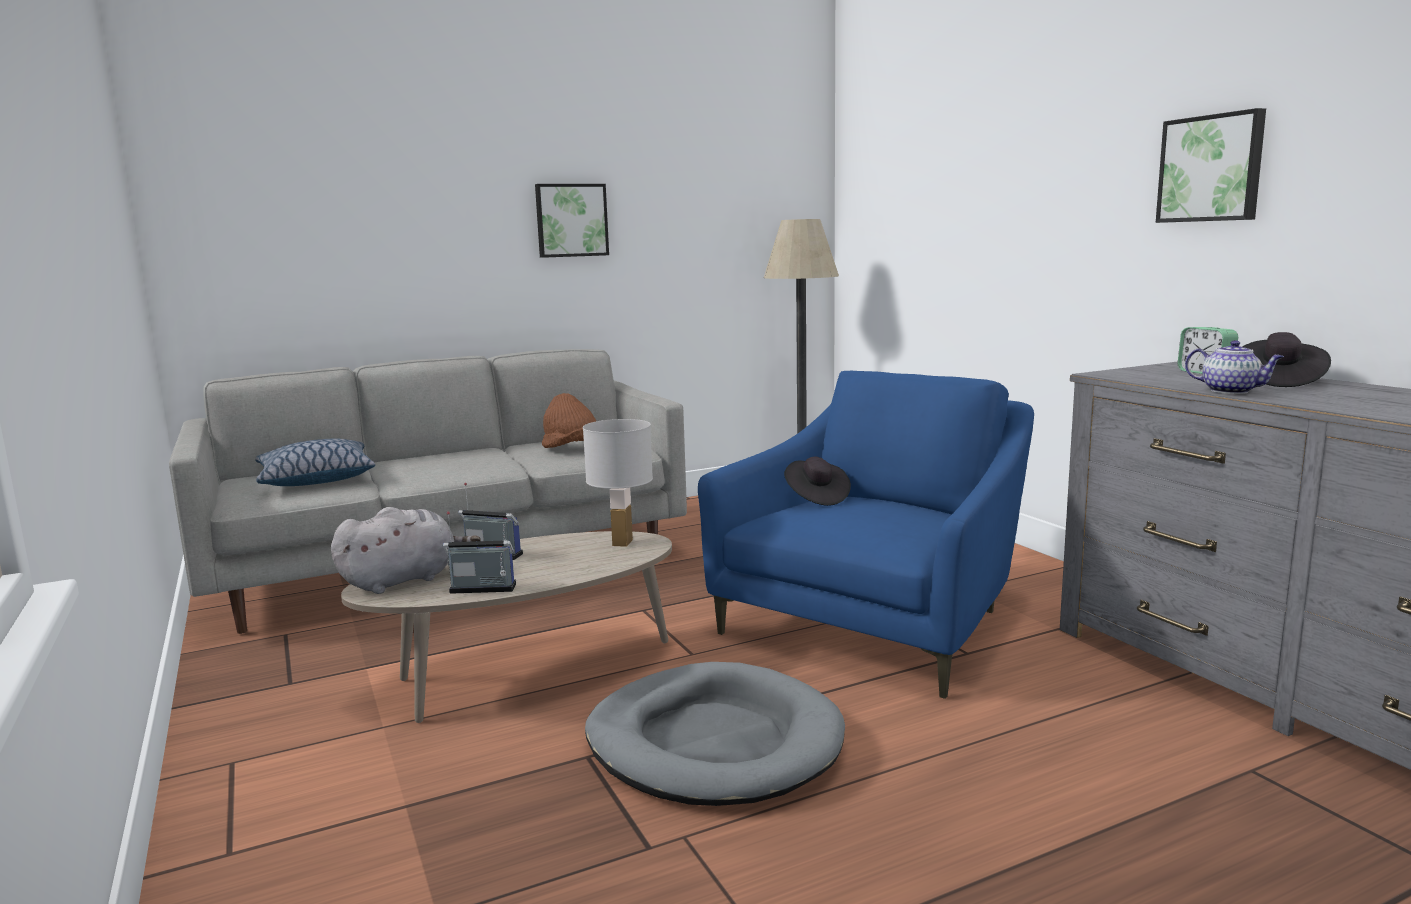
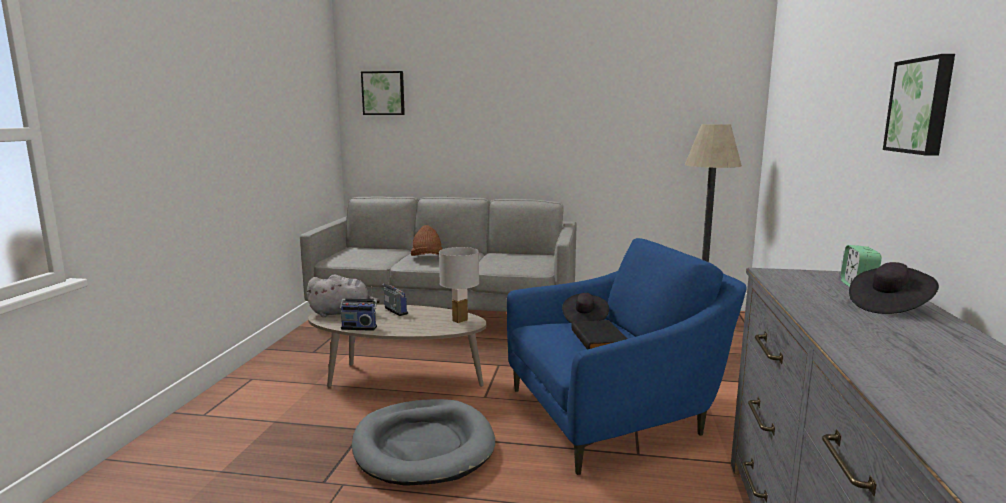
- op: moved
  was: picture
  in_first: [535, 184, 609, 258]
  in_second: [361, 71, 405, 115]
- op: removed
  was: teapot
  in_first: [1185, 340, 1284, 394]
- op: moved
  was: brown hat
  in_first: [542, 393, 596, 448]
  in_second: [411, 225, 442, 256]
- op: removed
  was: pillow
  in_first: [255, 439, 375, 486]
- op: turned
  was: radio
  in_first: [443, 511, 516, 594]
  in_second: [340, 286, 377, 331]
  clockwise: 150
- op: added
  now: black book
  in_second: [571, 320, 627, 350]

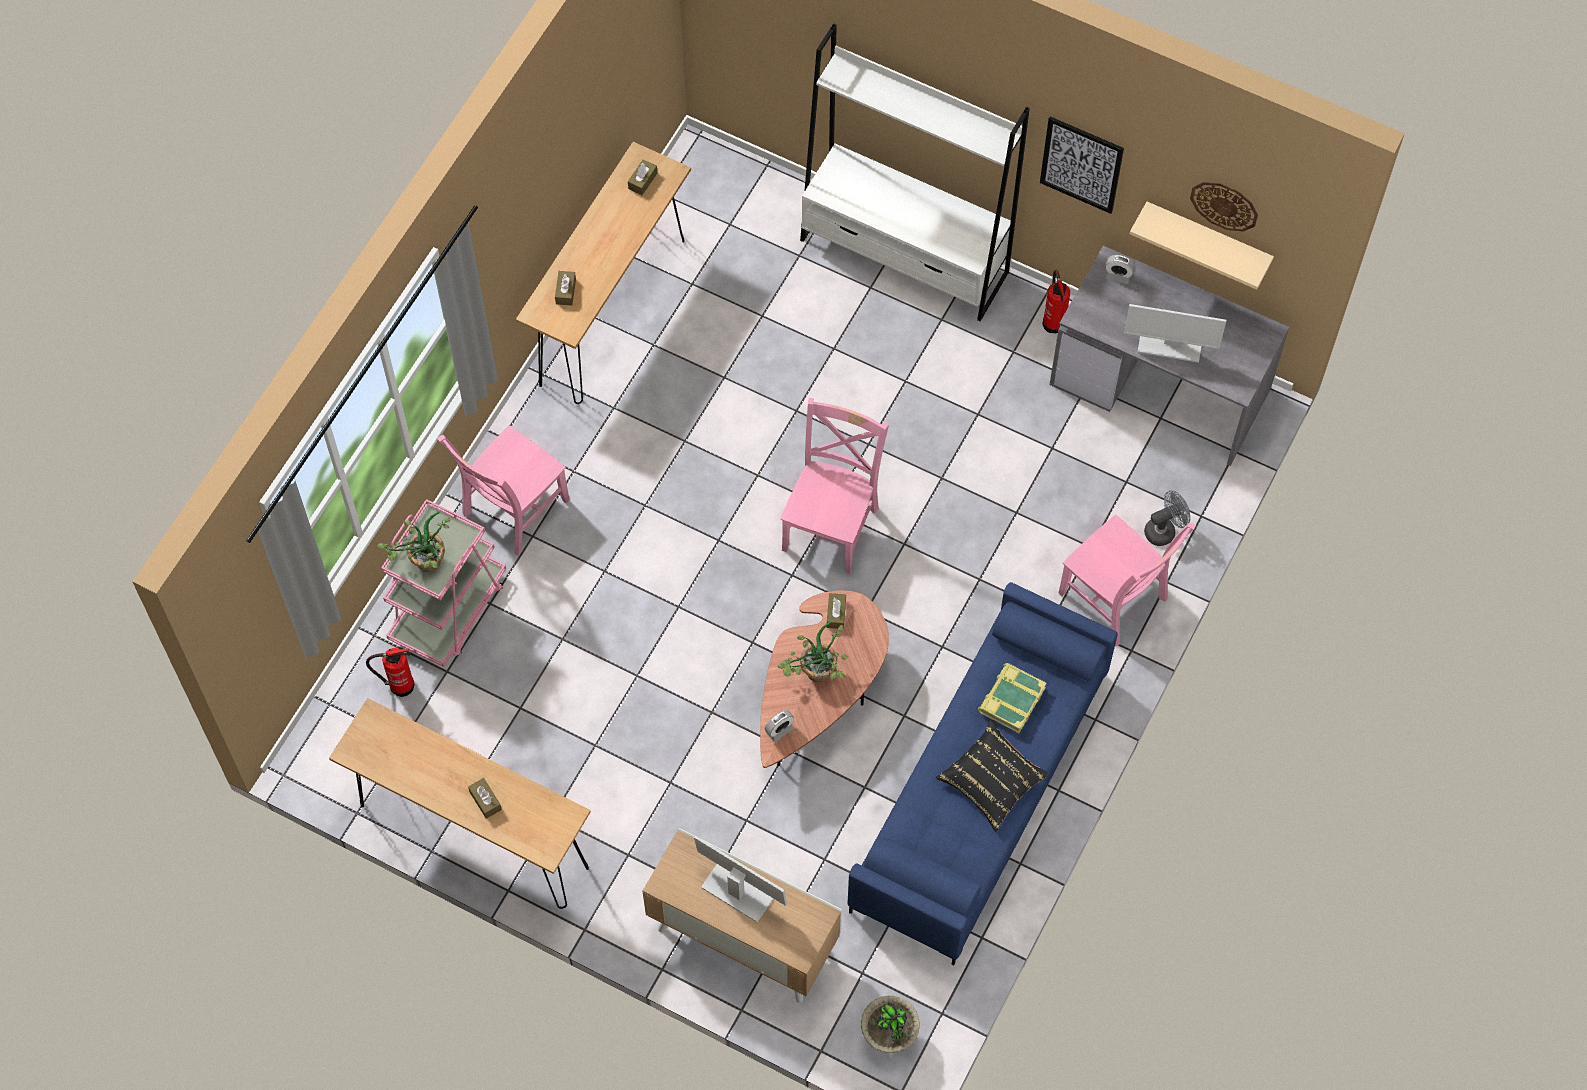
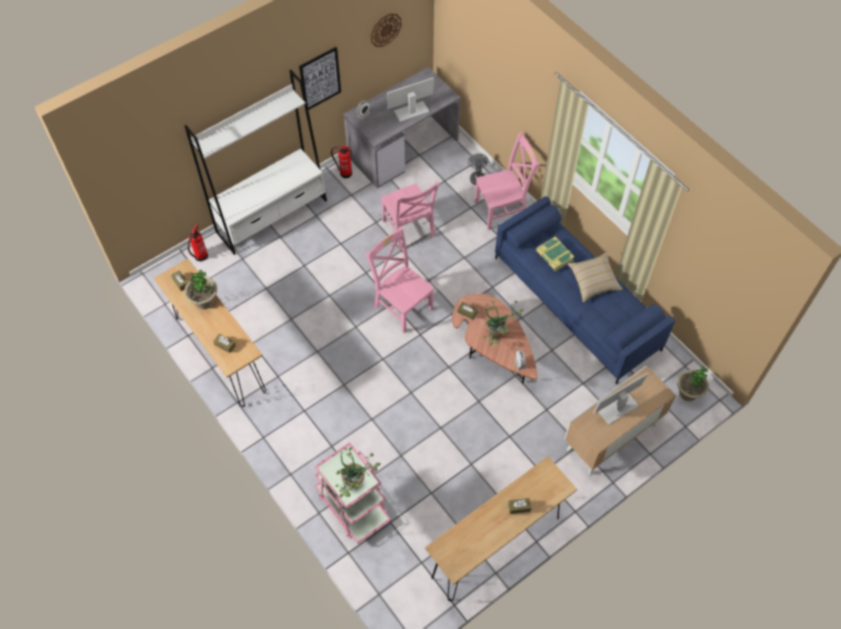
- op: removed
  was: beige shelf
  in_first: [1130, 202, 1274, 290]
- op: turned
  was: monitor
  in_first: [1124, 304, 1226, 363]
  in_second: [387, 77, 434, 122]
  clockwise: -150
- op: moved
  was: pink chair
  in_first: [437, 425, 569, 556]
  in_second: [380, 182, 440, 251]
- op: moved
  was: fire extinguisher
  in_first: [366, 648, 415, 697]
  in_second: [188, 223, 208, 261]
- op: recoloured
  was: black pillow
  now: beige pillow
  in_first: [936, 719, 1049, 832]
  in_second: [568, 252, 623, 303]
- op: added
  now: potted plant
  in_second: [184, 270, 217, 309]

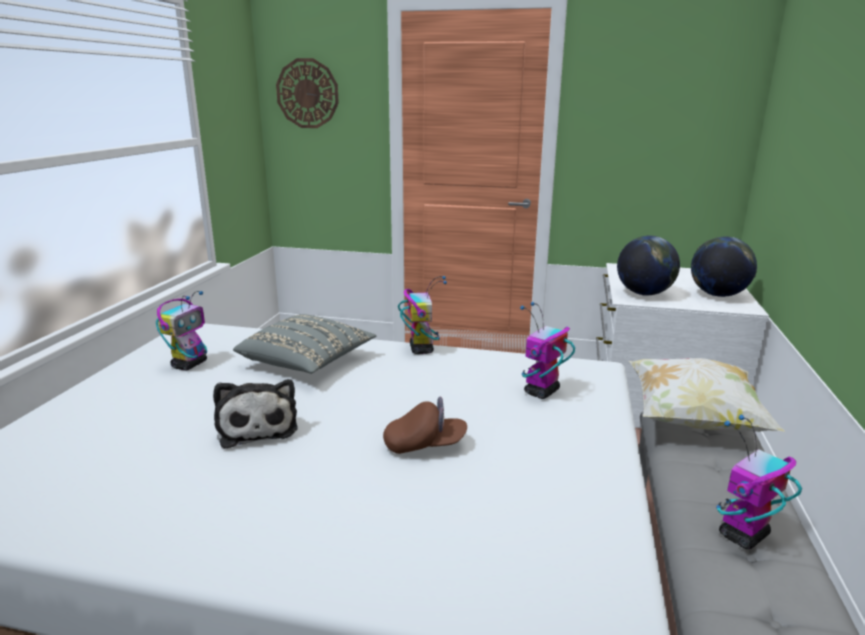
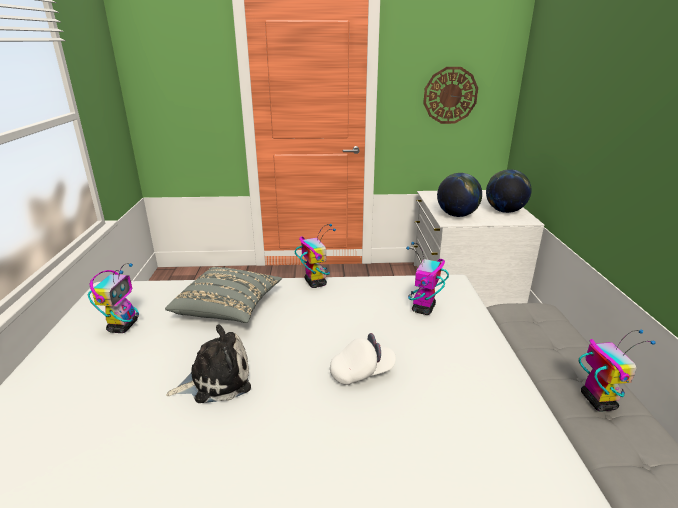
- op: moved
  was: wall clock
  in_first: [276, 58, 339, 128]
  in_second: [423, 67, 478, 124]
- op: removed
  was: pillow
  in_first: [628, 358, 785, 432]
- op: turned
  was: plush toy
  in_first: [213, 379, 298, 449]
  in_second: [166, 324, 251, 403]
  clockwise: -75
- op: recoloured
  was: brown cap
  now: white cap
  in_first: [383, 397, 467, 454]
  in_second: [330, 333, 396, 385]
- op: turned
  was: toy robot
  in_first: [717, 414, 802, 549]
  in_second: [579, 329, 656, 412]
  clockwise: 135

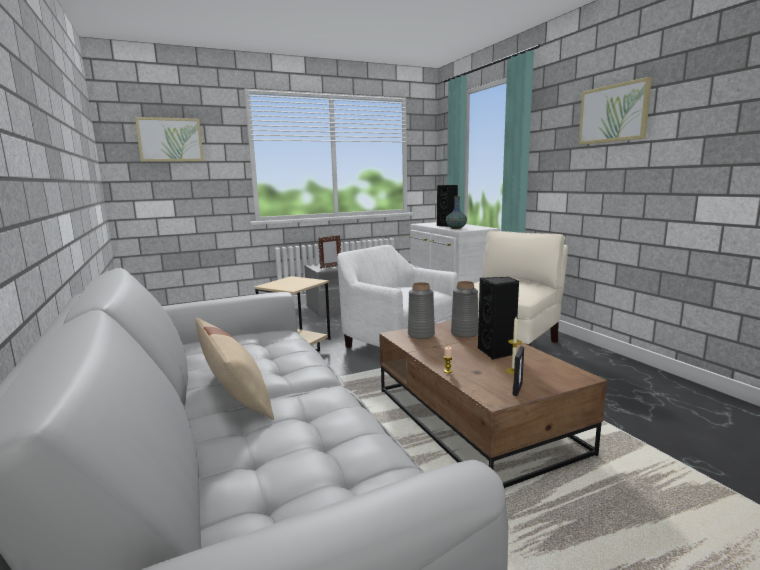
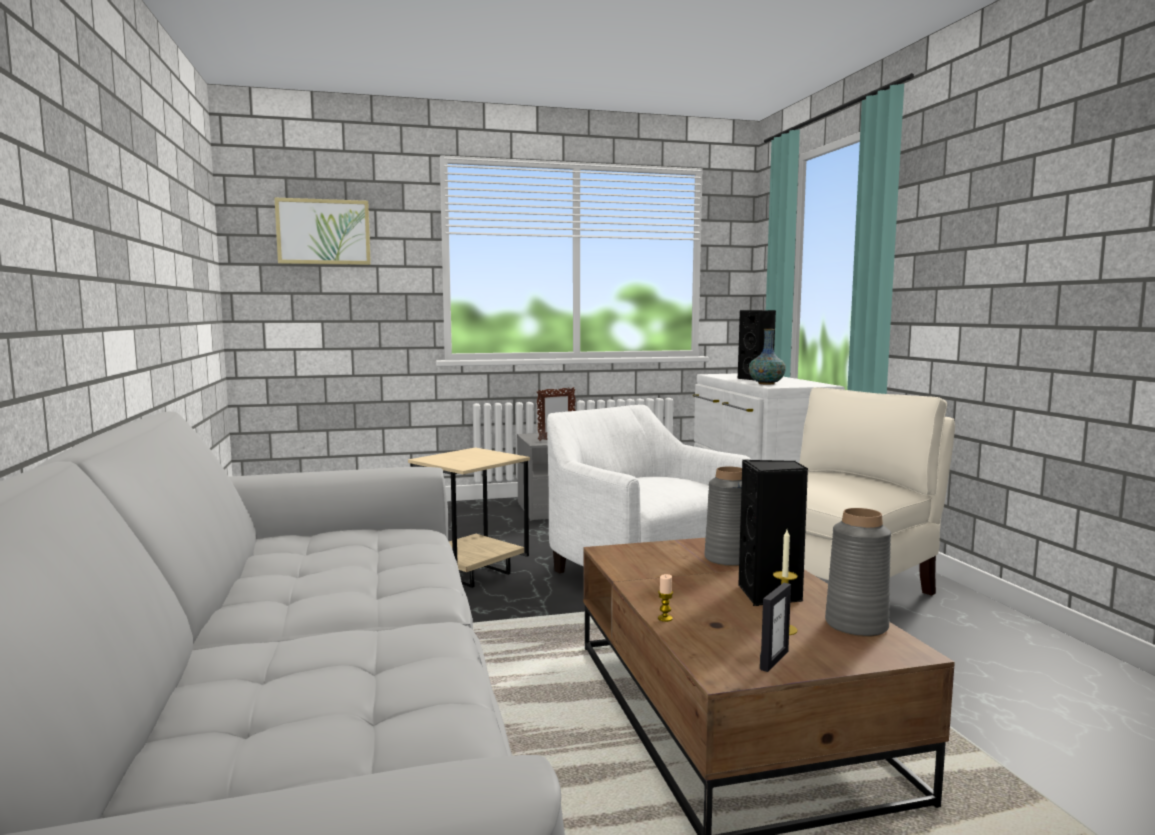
- op: removed
  was: picture
  in_first: [578, 77, 652, 145]
- op: moved
  was: grey vase
  in_first: [408, 282, 435, 339]
  in_second: [825, 508, 891, 637]
- op: removed
  was: beige pillow
  in_first: [195, 317, 274, 419]

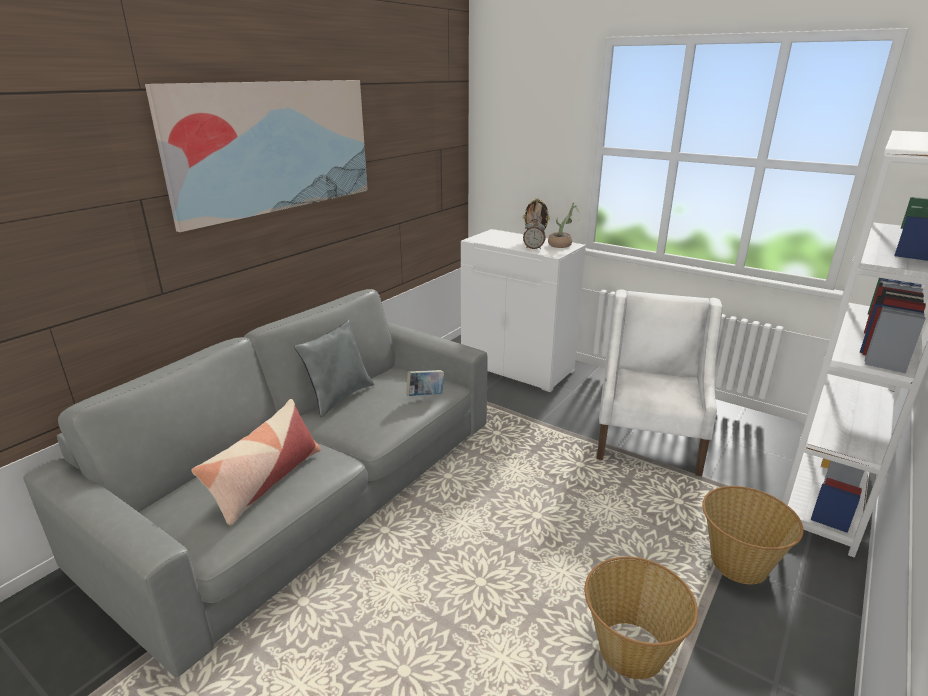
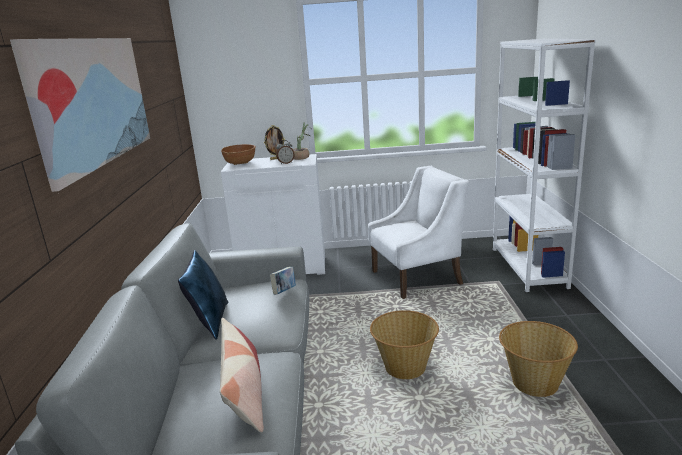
- op: turned
  was: white armchair
  in_first: [597, 289, 722, 476]
  in_second: [368, 166, 469, 299]
  clockwise: 90
- op: recoloured
  was: grey pillow
  now: blue pillow
  in_first: [294, 320, 374, 418]
  in_second: [178, 250, 228, 340]
- op: moved
  was: basket
  in_first: [702, 486, 804, 584]
  in_second: [370, 310, 439, 379]
- op: added
  now: brown bowl
  in_second: [221, 144, 256, 165]

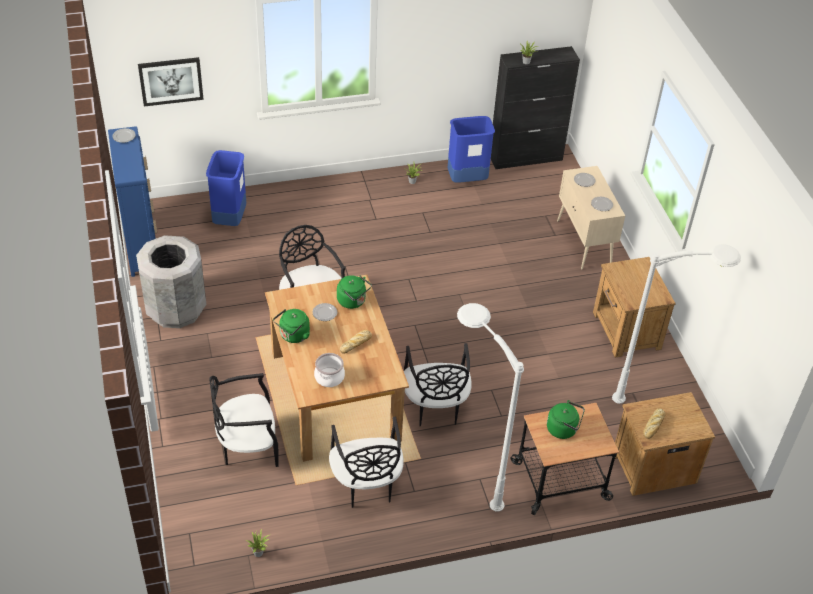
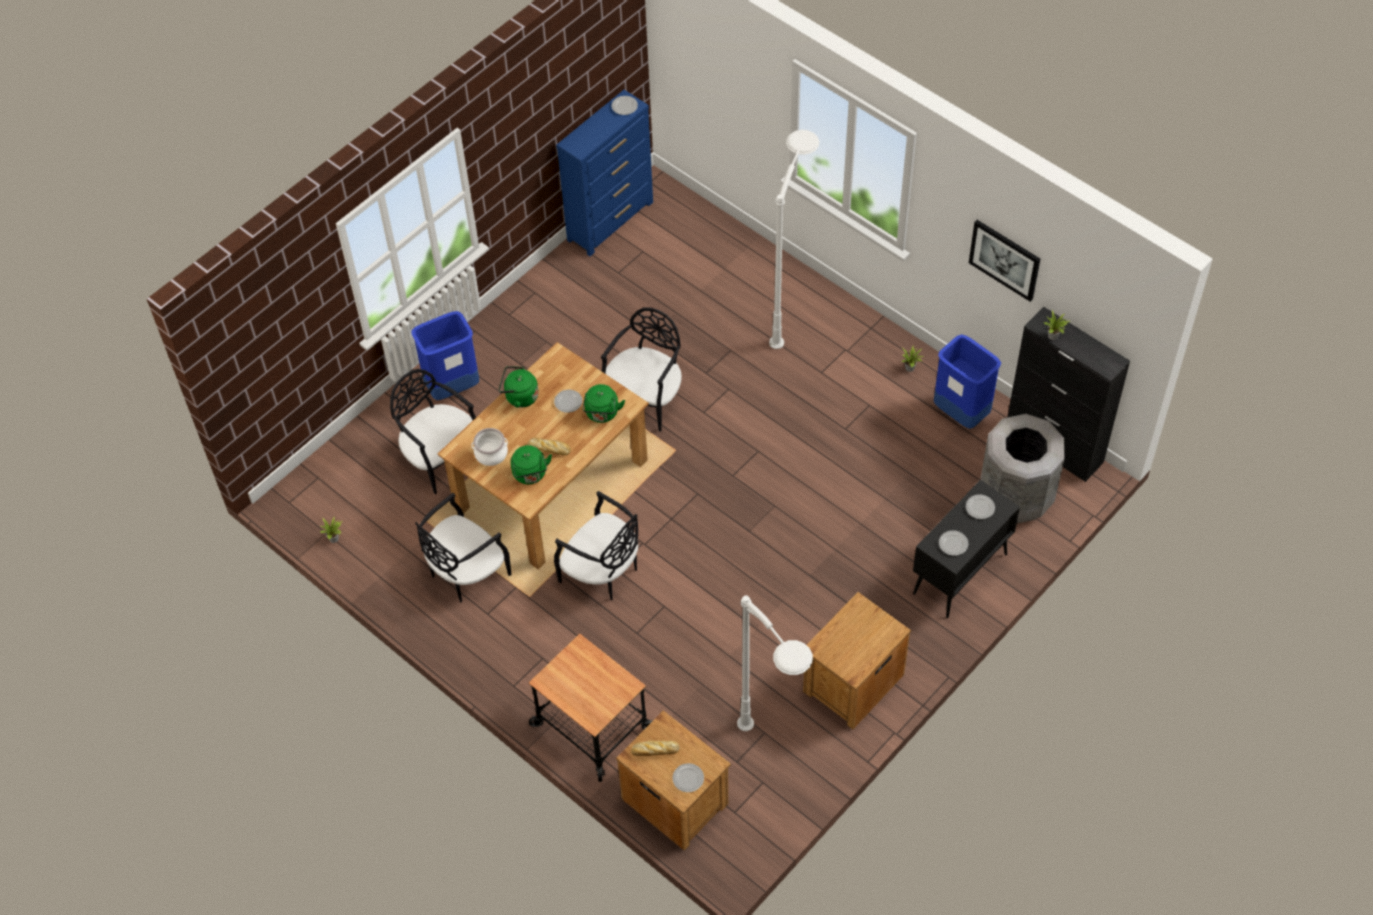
- op: moved
  was: picture
  in_first: [138, 57, 204, 107]
  in_second: [969, 220, 1040, 302]
- op: moved
  was: blue trash can
  in_first: [206, 150, 246, 226]
  in_second: [412, 311, 479, 400]
- op: recoloured
  was: beige cabinet
  now: black cabinet
  in_first: [557, 166, 625, 269]
  in_second: [913, 480, 1020, 618]
- op: moved
  was: grey trash can
  in_first: [136, 235, 206, 328]
  in_second: [981, 414, 1065, 524]
- op: moved
  was: white floor lamp
  in_first: [457, 303, 524, 512]
  in_second: [769, 130, 820, 349]
- op: turned
  was: black chair
  in_first: [404, 343, 472, 427]
  in_second: [554, 491, 638, 600]
  clockwise: -105
- op: moved
  was: green kettle
  in_first: [547, 400, 585, 439]
  in_second: [511, 445, 552, 484]
- op: added
  now: plate
  in_second: [672, 763, 704, 792]

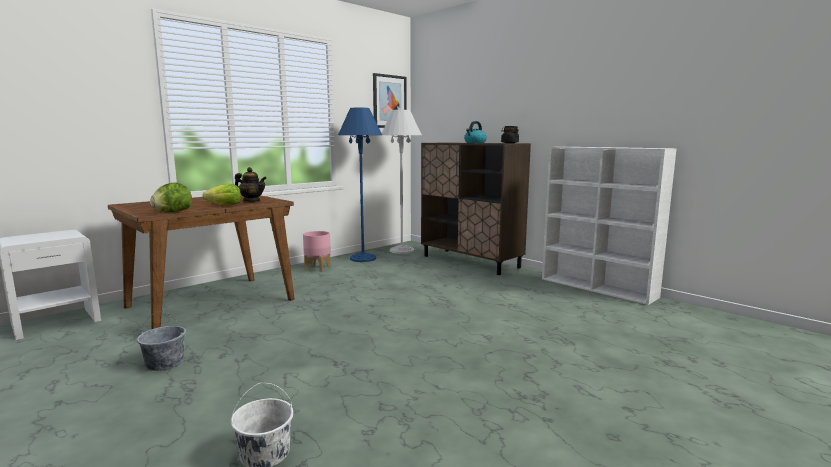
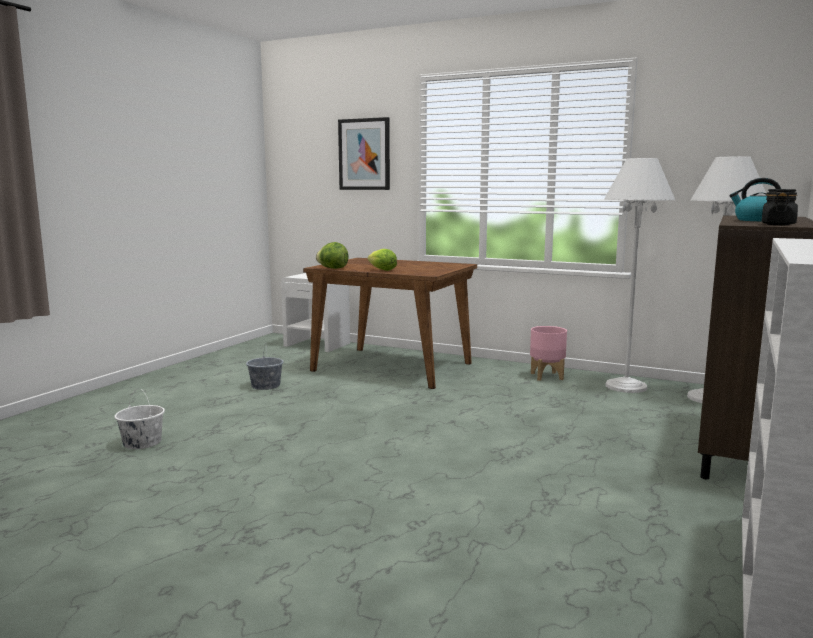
- op: moved
  was: picture
  in_first: [373, 73, 407, 128]
  in_second: [338, 117, 390, 190]
- op: recoloured
  was: blue floor lamp
  now: white floor lamp
  in_first: [338, 108, 382, 262]
  in_second: [604, 158, 675, 393]
- op: removed
  was: teapot
  in_first: [235, 167, 267, 202]

